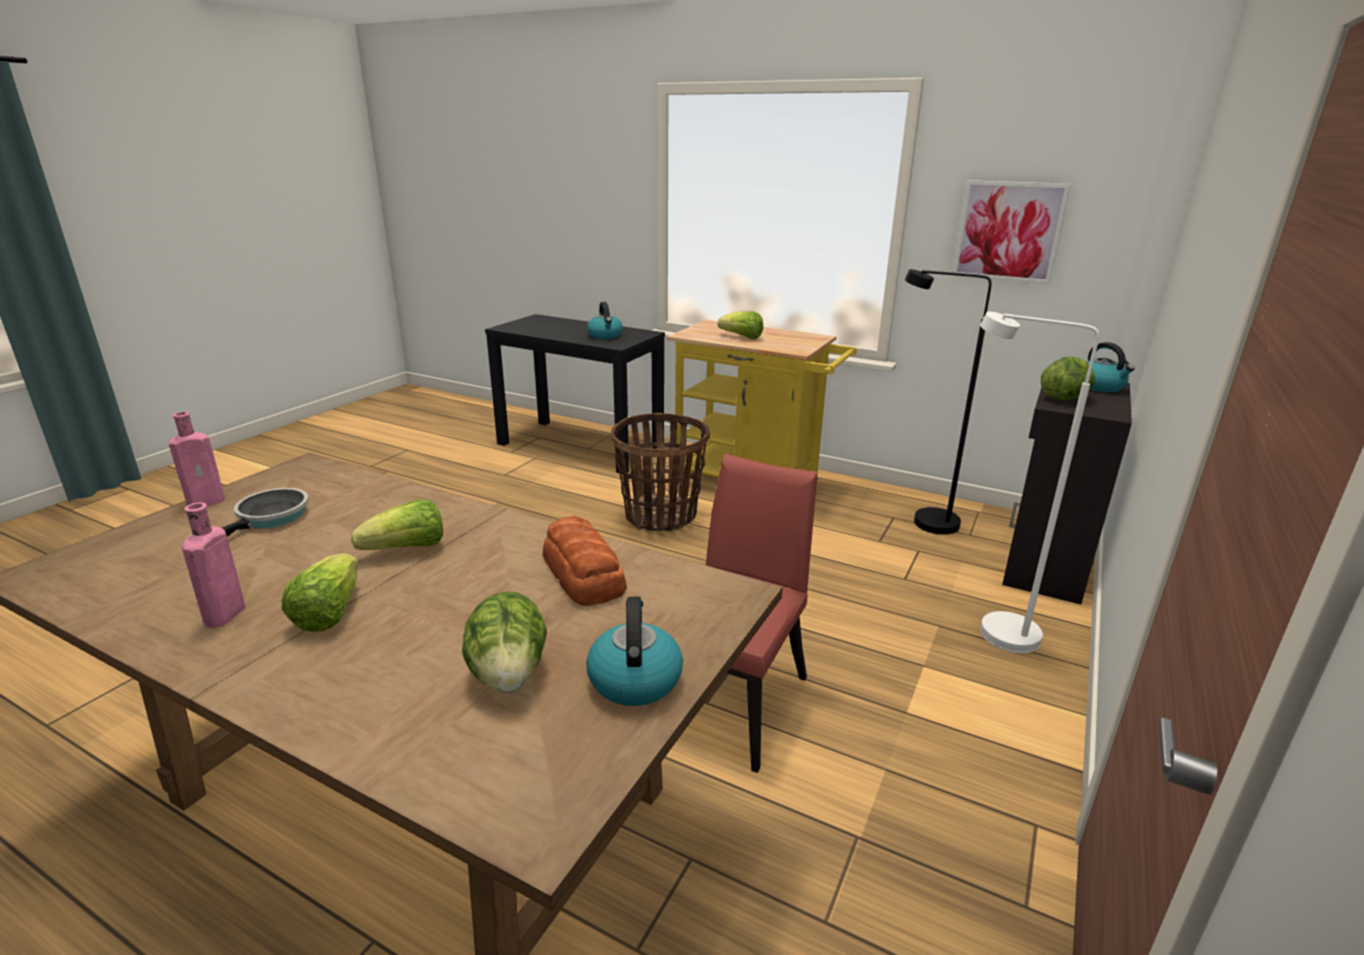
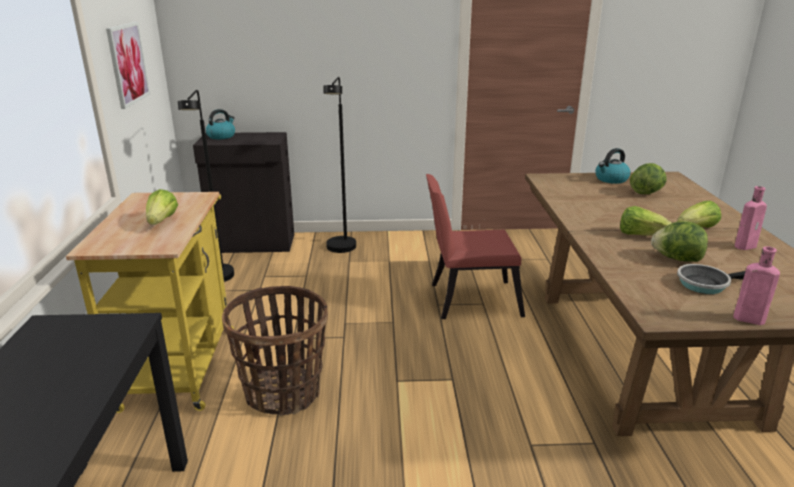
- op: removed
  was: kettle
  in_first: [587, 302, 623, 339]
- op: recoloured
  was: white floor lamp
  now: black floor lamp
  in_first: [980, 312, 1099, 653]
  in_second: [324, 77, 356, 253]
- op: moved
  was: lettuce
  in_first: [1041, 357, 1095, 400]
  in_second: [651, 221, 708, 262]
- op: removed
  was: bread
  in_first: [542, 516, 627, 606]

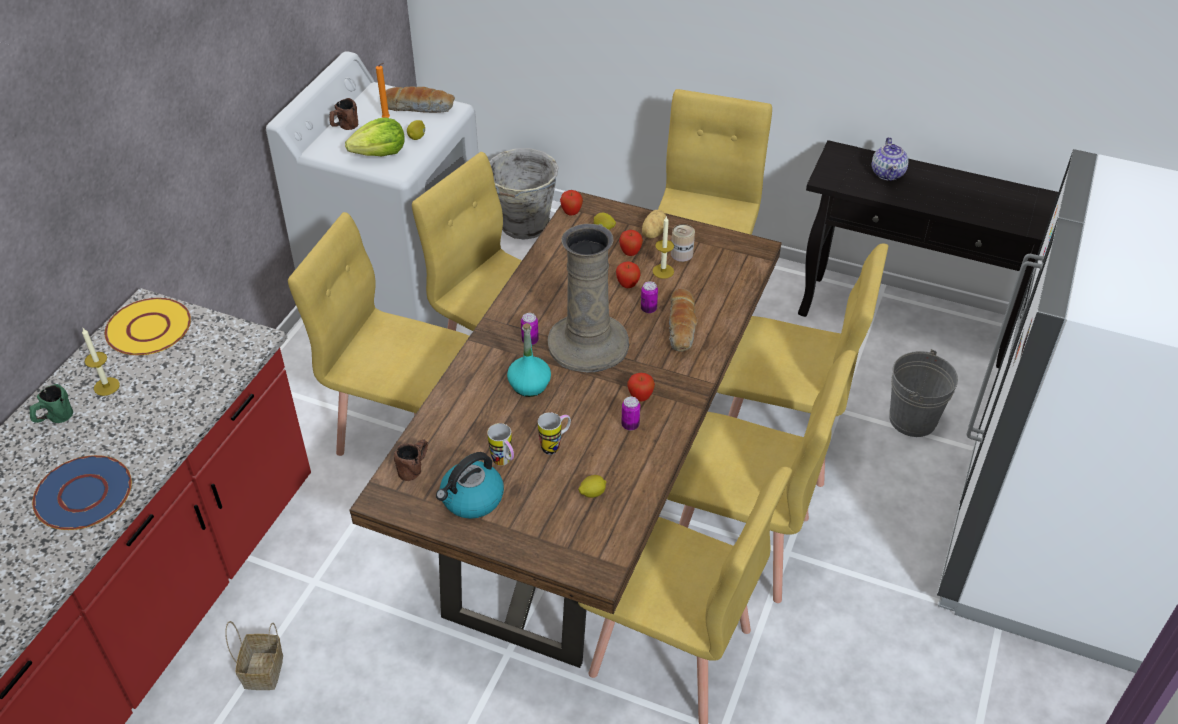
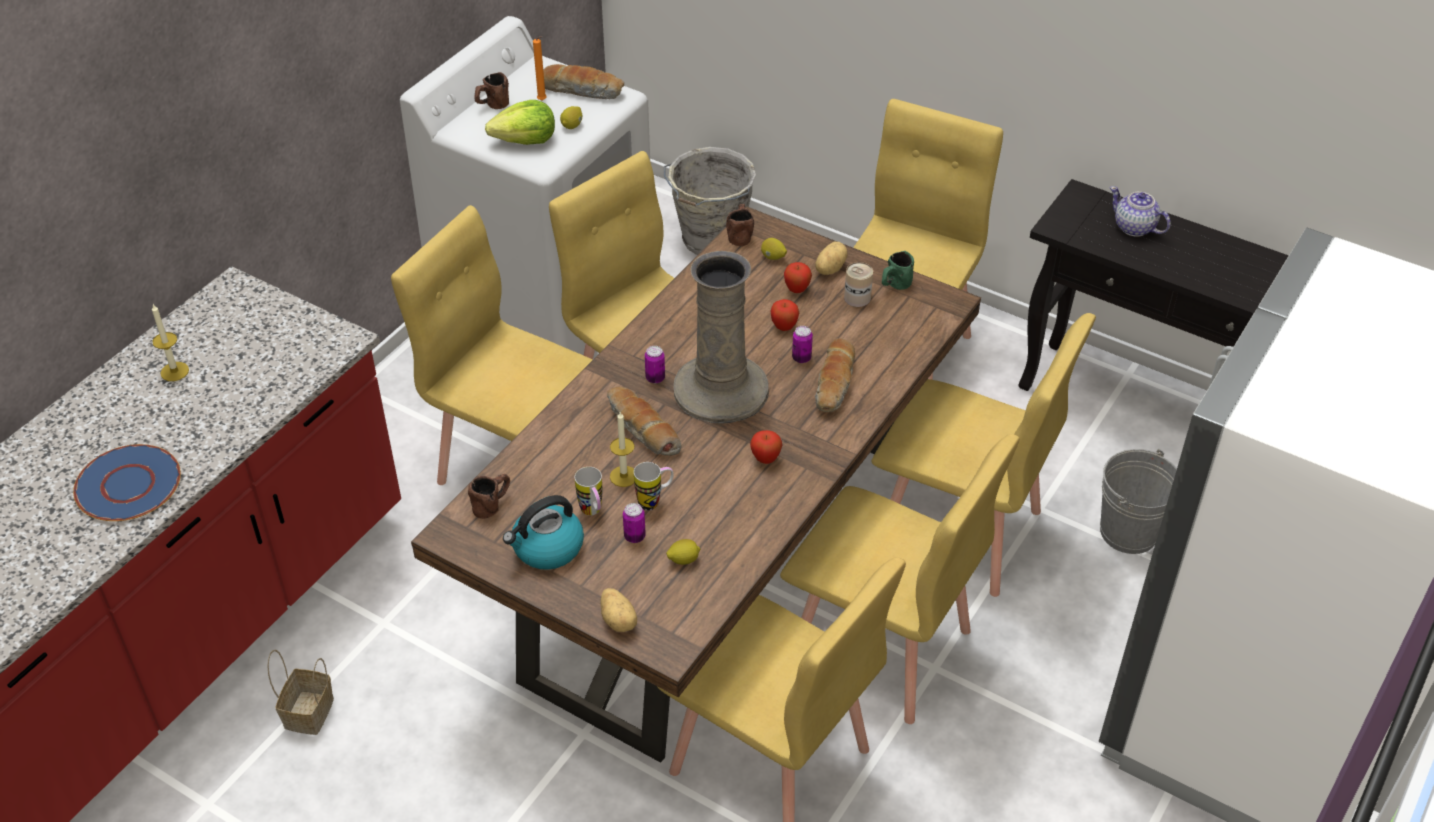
- op: turned
  was: teapot
  in_first: [872, 137, 909, 181]
  in_second: [1109, 186, 1171, 236]
  clockwise: 120
- op: replaced
  was: apple
  now: brown mug
  in_first: [560, 190, 583, 216]
  in_second: [726, 203, 754, 246]
- op: moved
  was: candle
  in_first: [653, 216, 674, 279]
  in_second: [610, 412, 634, 487]
- op: removed
  was: yellow plate
  in_first: [105, 298, 191, 355]
- op: replaced
  was: turquoise bottle
  now: bread
  in_first: [507, 323, 551, 397]
  in_second: [607, 387, 682, 456]
- op: moved
  was: green mug
  in_first: [30, 384, 73, 423]
  in_second: [882, 251, 914, 290]
- op: moved
  was: can
  in_first: [621, 397, 640, 430]
  in_second: [623, 503, 646, 543]
- op: added
  now: potato
  in_second: [601, 588, 637, 632]

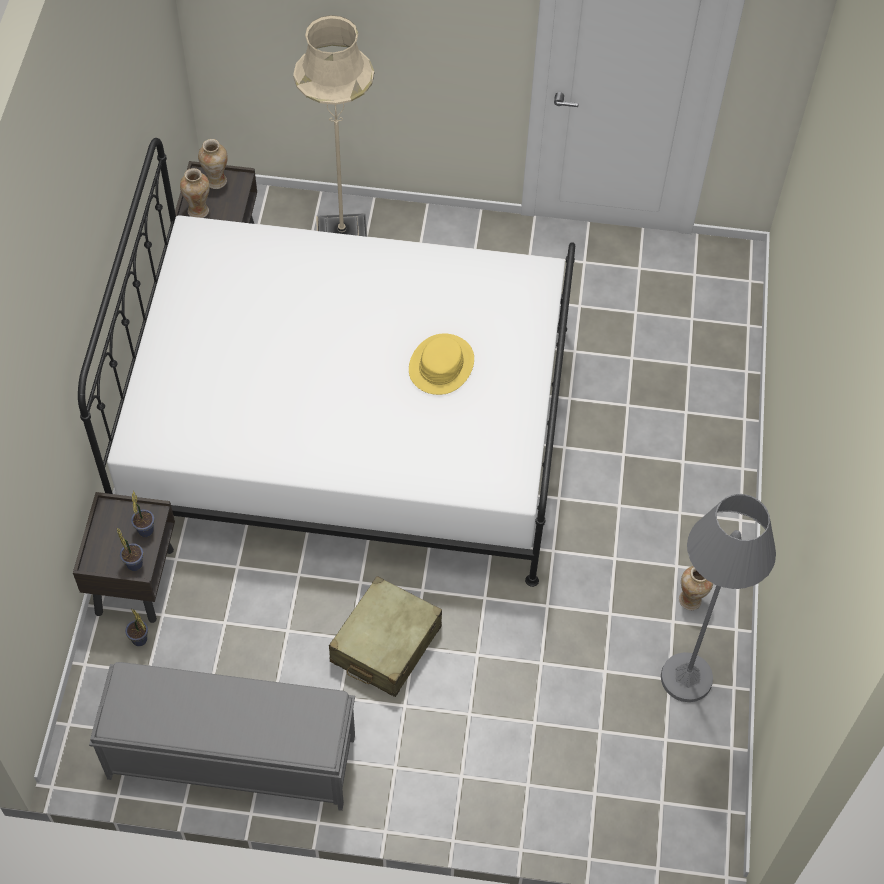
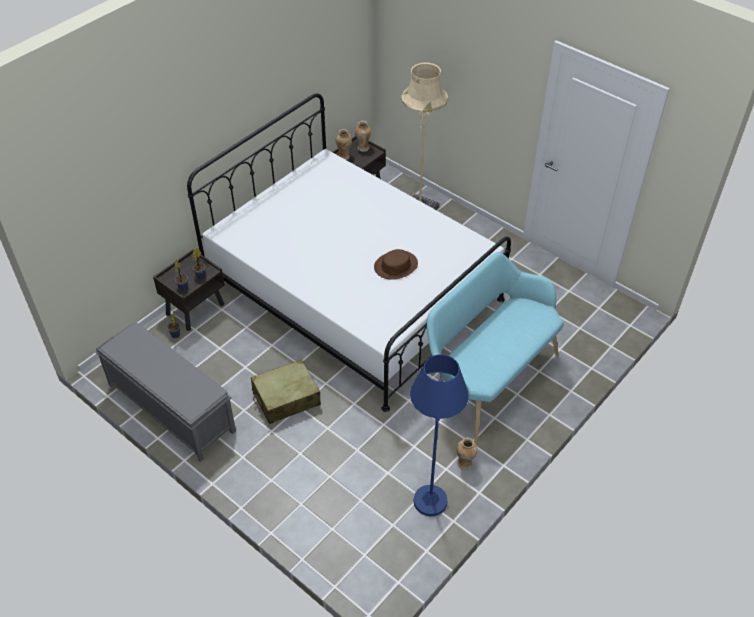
- op: recoloured
  was: yellow hat
  now: brown hat
  in_first: [409, 333, 474, 395]
  in_second: [374, 249, 418, 280]
- op: recoloured
  was: grey floor lamp
  now: blue floor lamp
  in_first: [661, 494, 776, 702]
  in_second: [410, 354, 469, 516]
- op: added
  now: turquoise bench
  in_second: [427, 252, 563, 442]

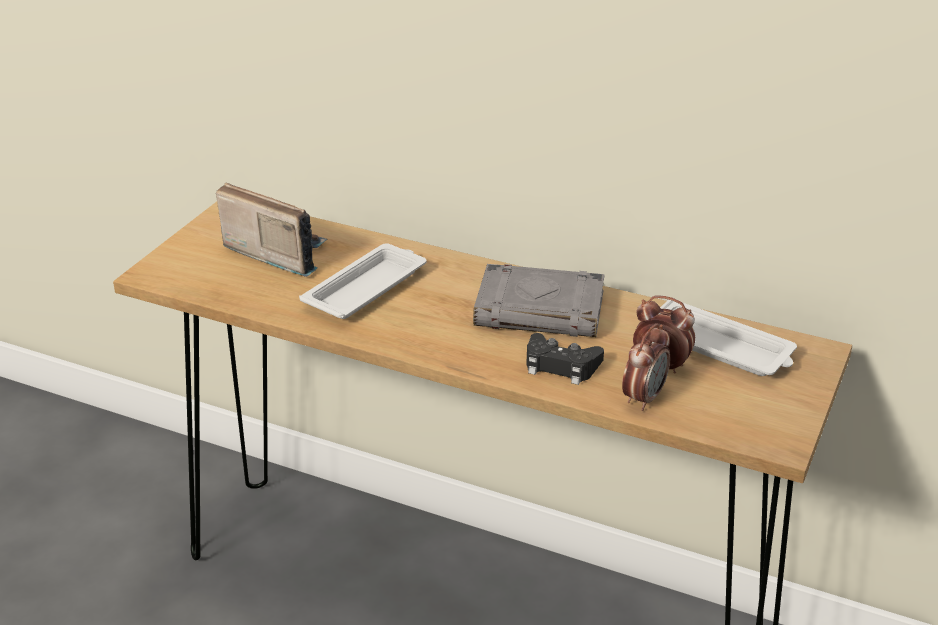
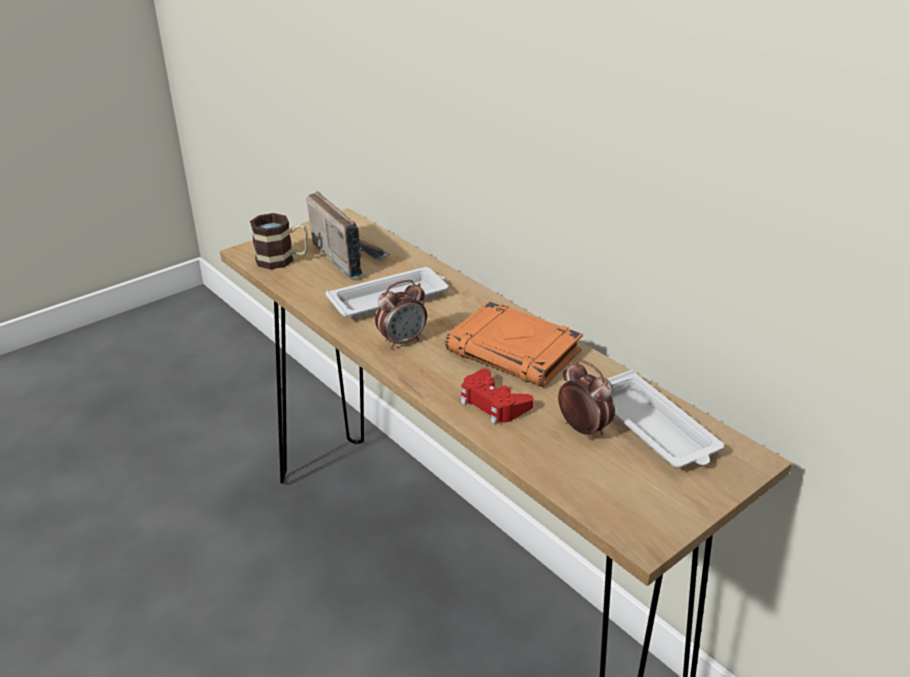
- op: recoloured
  was: grey book
  now: orange book
  in_first: [473, 264, 605, 337]
  in_second: [445, 301, 583, 387]
- op: moved
  was: alarm clock
  in_first: [622, 323, 671, 411]
  in_second: [375, 280, 427, 349]
- op: recoloured
  was: black game controller
  now: red game controller
  in_first: [526, 333, 604, 385]
  in_second: [460, 369, 533, 425]
- op: added
  now: mug
  in_second: [250, 213, 308, 269]

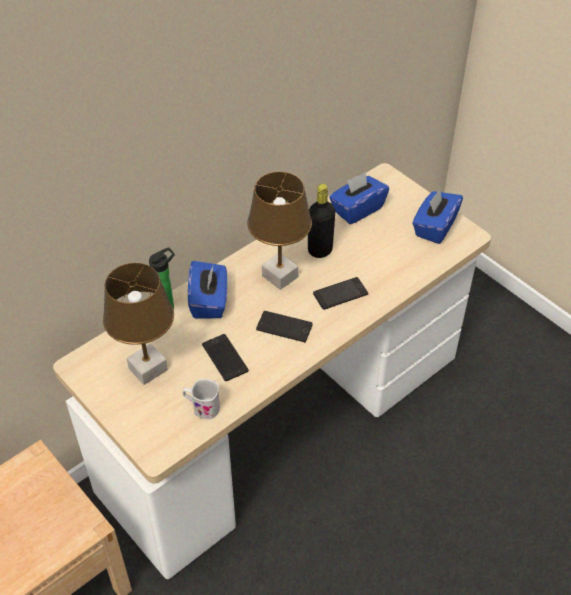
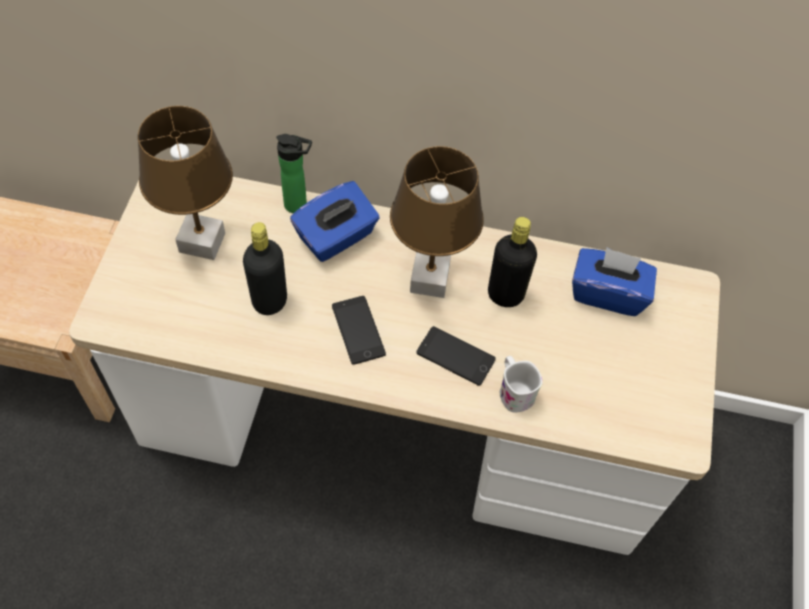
- op: removed
  was: blue tissue box
  in_first: [412, 189, 463, 244]
- op: replaced
  was: phone
  now: black bottle
  in_first: [202, 334, 248, 381]
  in_second: [243, 222, 287, 315]
- op: moved
  was: white mug
  in_first: [183, 379, 220, 419]
  in_second: [500, 356, 542, 412]

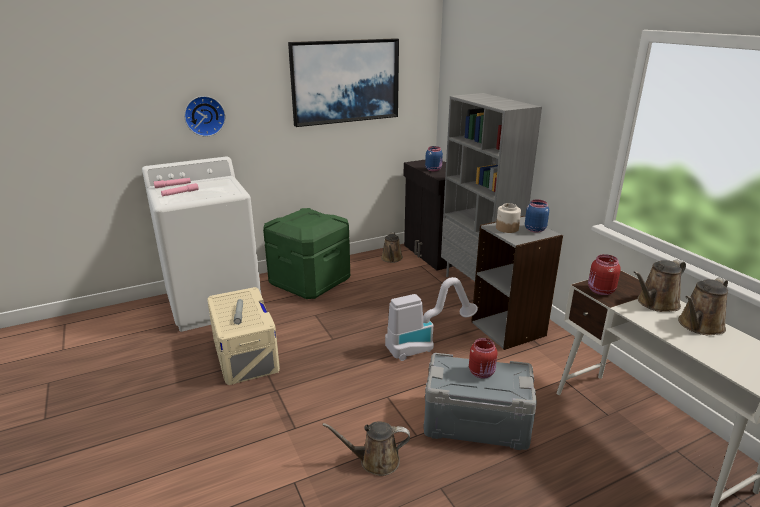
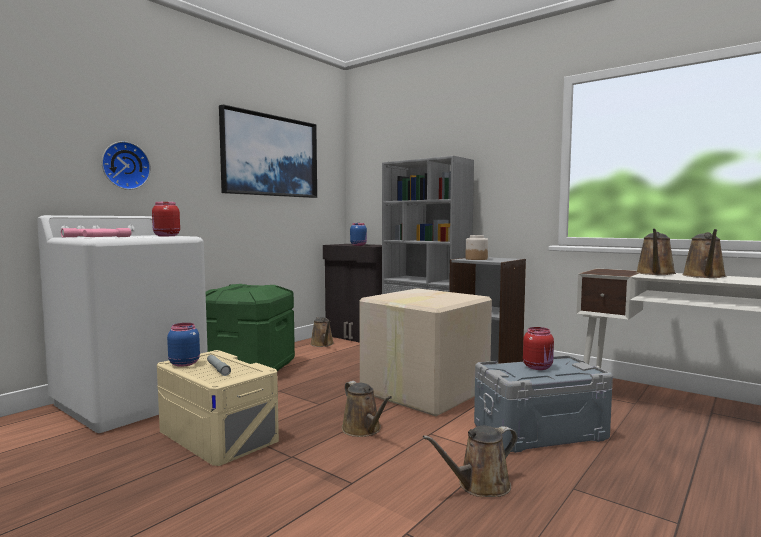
- op: moved
  was: blue jar
  in_first: [525, 200, 549, 232]
  in_second: [167, 323, 200, 367]
- op: moved
  was: red jar
  in_first: [588, 254, 621, 295]
  in_second: [152, 202, 180, 236]
- op: replaced
  was: vacuum cleaner
  now: cardboard box
  in_first: [385, 277, 478, 361]
  in_second: [359, 288, 492, 416]
- op: added
  now: brown watering can
  in_second: [342, 381, 392, 437]

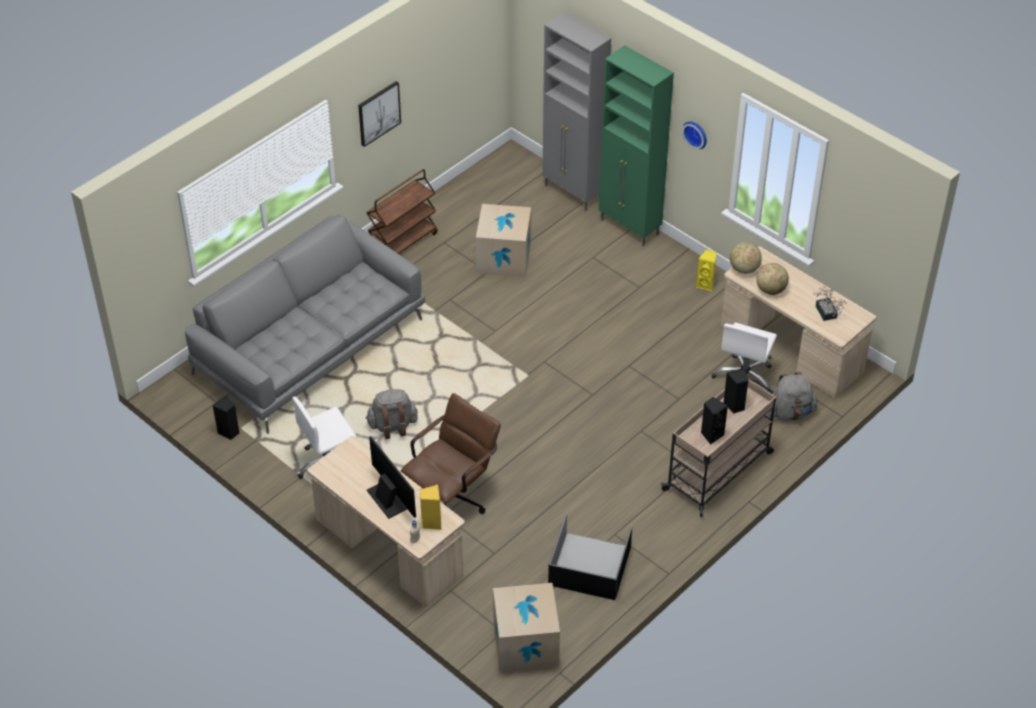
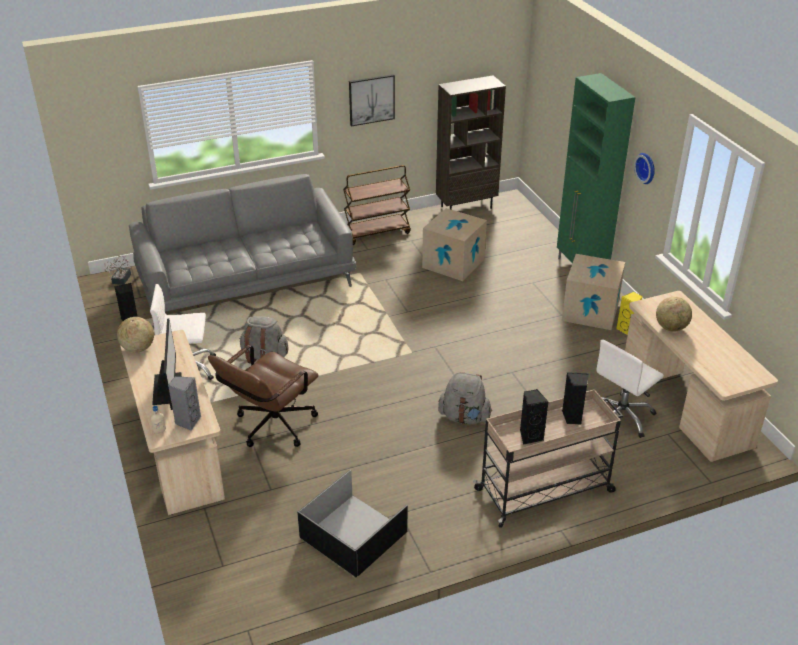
- op: removed
  was: grey cabinet
  in_first: [542, 12, 611, 211]
- op: moved
  was: globe
  in_first: [730, 242, 762, 274]
  in_second: [117, 317, 154, 353]
- op: moved
  was: potted plant
  in_first: [813, 286, 846, 321]
  in_second: [104, 256, 131, 285]
- op: moved
  was: grey backpack
  in_first: [768, 372, 818, 421]
  in_second: [438, 372, 492, 424]
- op: turned
  was: brown office chair
  in_first: [401, 393, 501, 514]
  in_second: [208, 345, 318, 447]
  clockwise: 150
- op: recoloured
  was: yellow speaker
  now: grey speaker
  in_first: [420, 485, 441, 530]
  in_second: [168, 376, 201, 431]
- op: moved
  was: cardboard box
  in_first: [493, 583, 560, 672]
  in_second: [562, 254, 625, 330]
- op: added
  now: brown bookcase
  in_second: [436, 76, 506, 210]

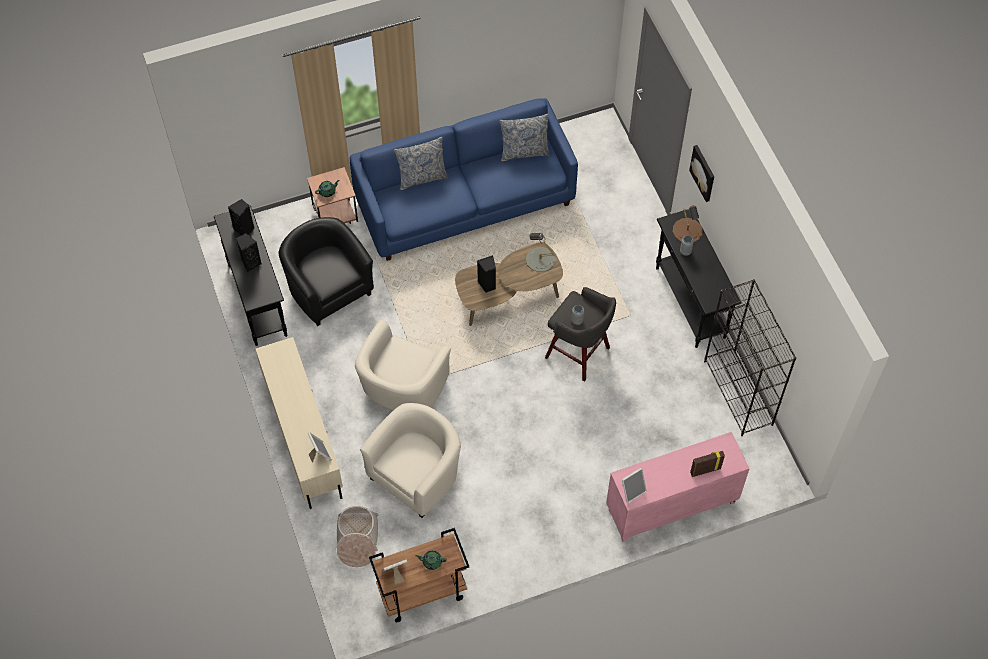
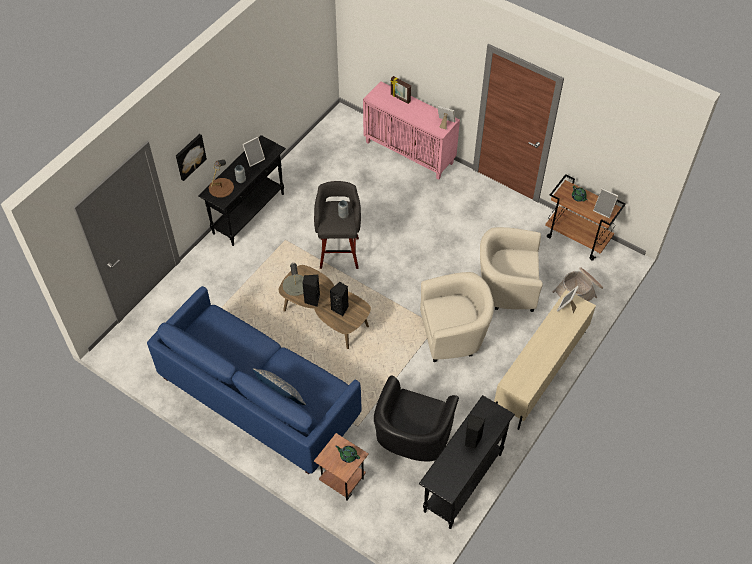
- op: removed
  was: pillow
  in_first: [499, 113, 550, 162]
- op: moved
  was: black speaker
  in_first: [228, 199, 254, 235]
  in_second: [302, 275, 320, 307]
- op: removed
  was: black bookcase
  in_first: [704, 279, 797, 436]
- op: added
  now: picture frame
  in_second: [242, 137, 265, 167]

